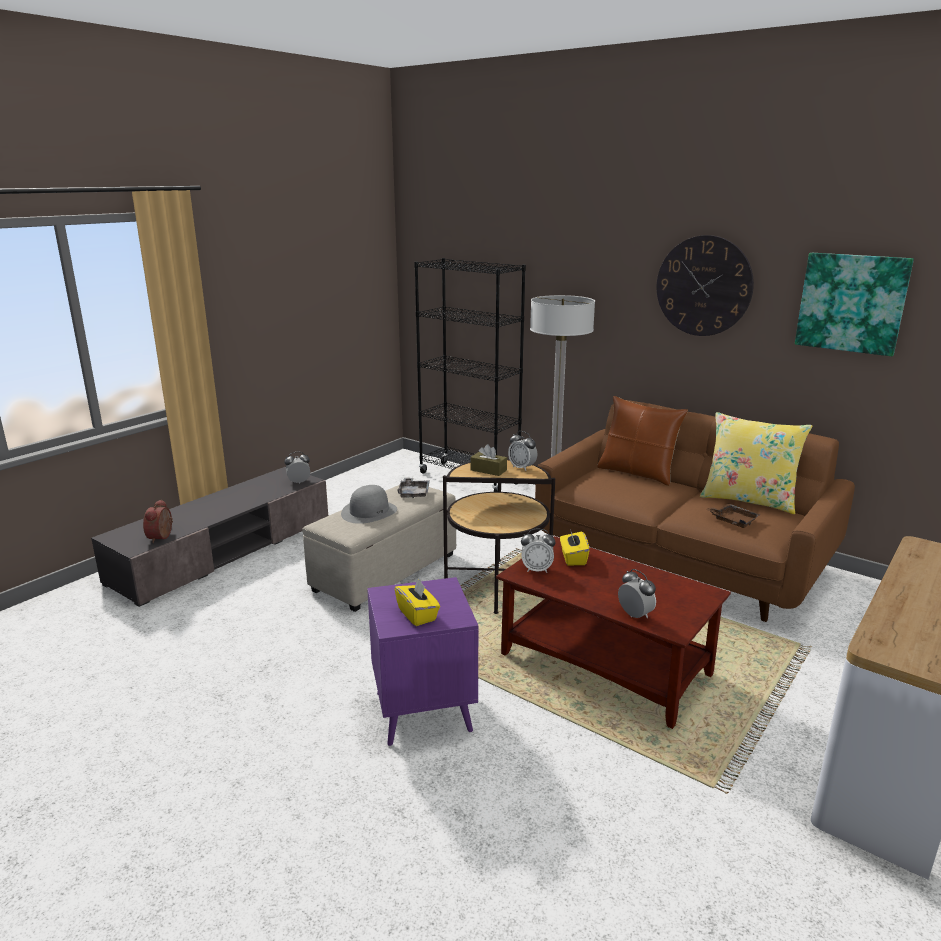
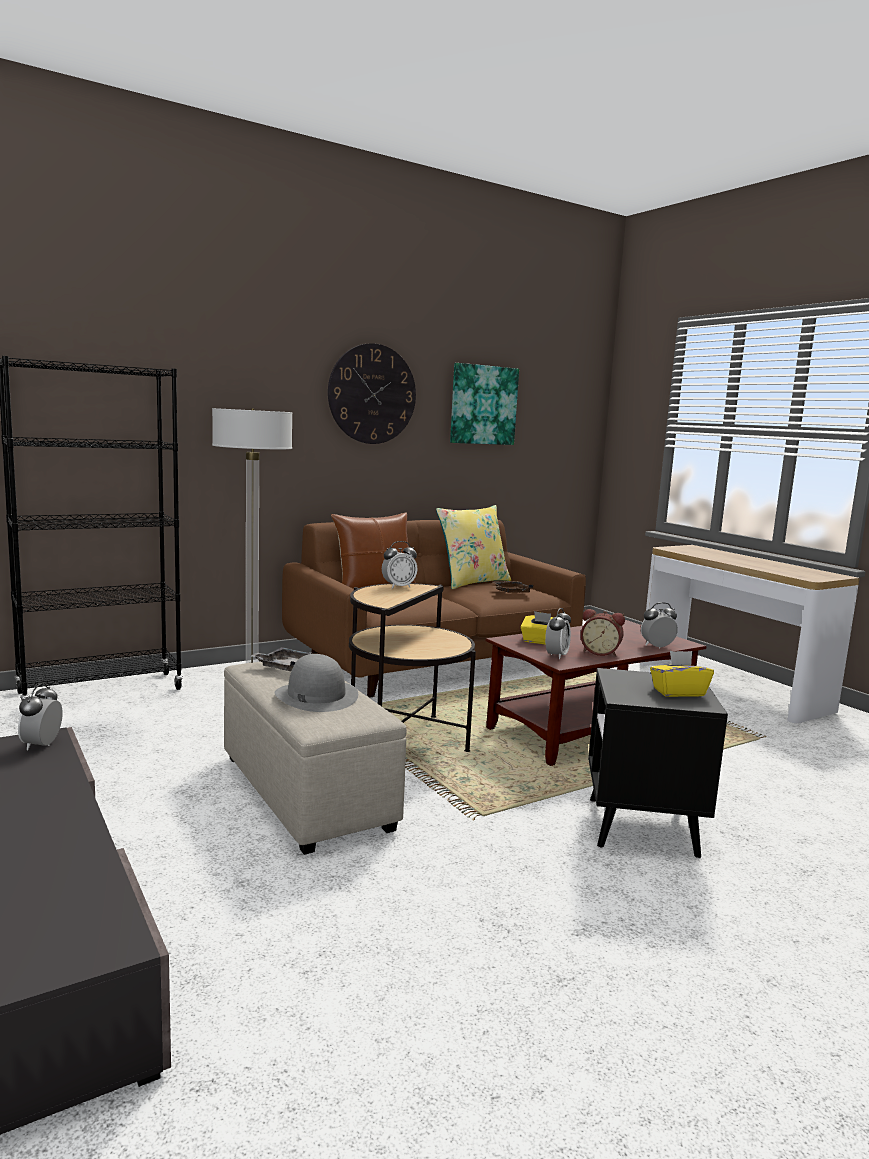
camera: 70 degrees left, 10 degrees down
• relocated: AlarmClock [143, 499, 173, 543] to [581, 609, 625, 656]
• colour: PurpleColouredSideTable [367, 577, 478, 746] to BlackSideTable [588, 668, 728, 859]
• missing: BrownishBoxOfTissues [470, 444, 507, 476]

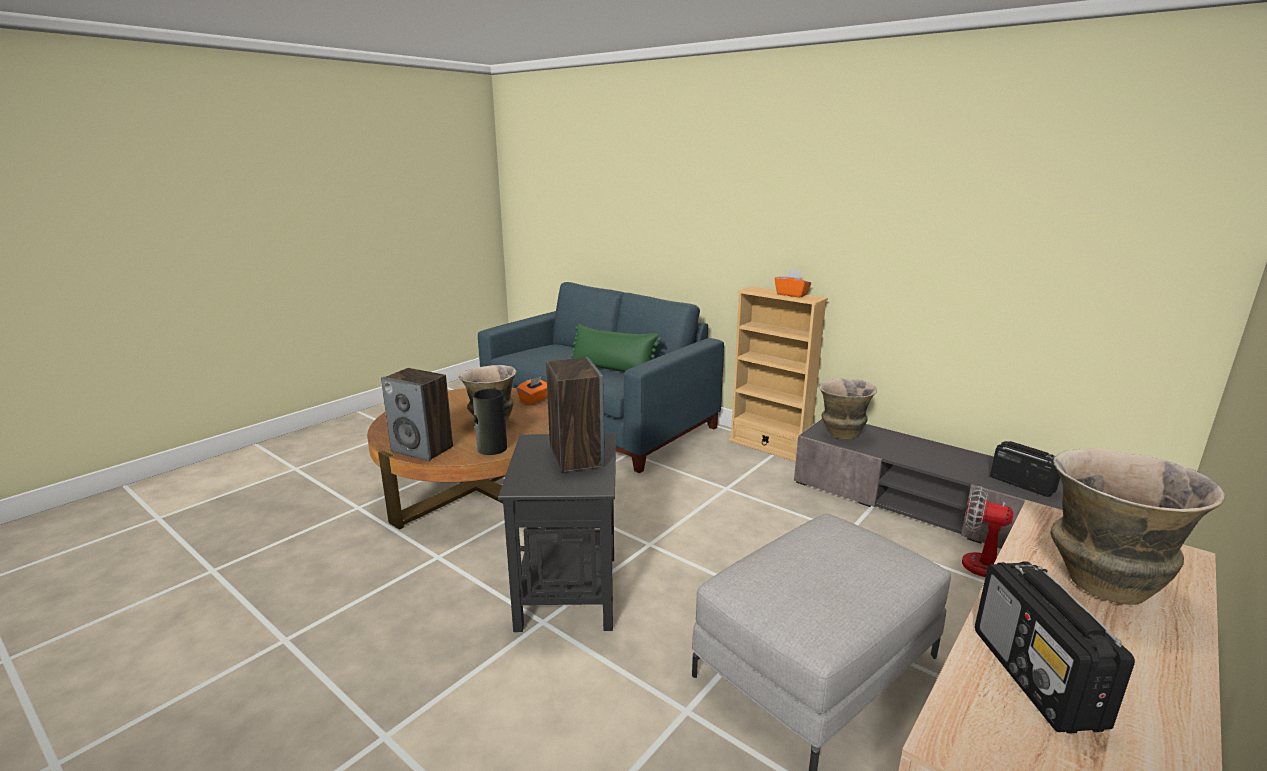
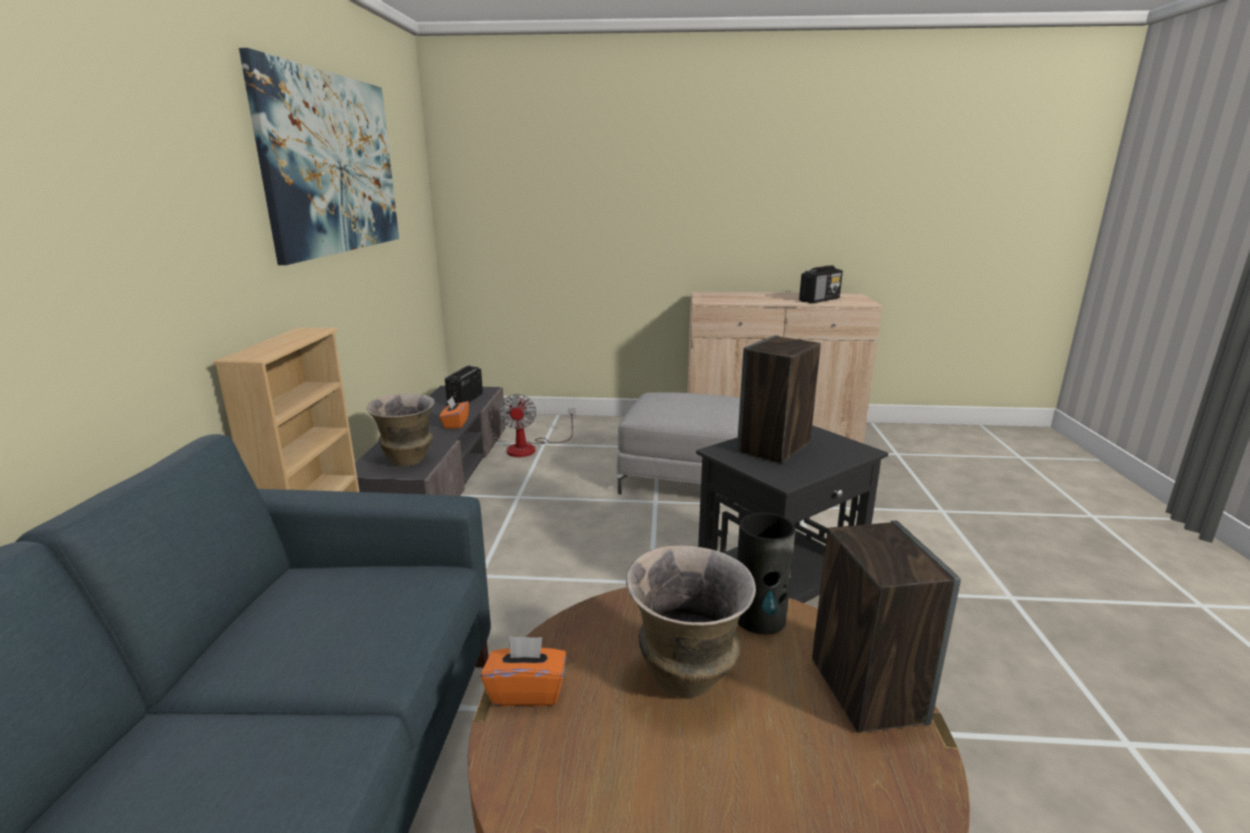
camera: 125 degrees left, 0 degrees up
• appeared: WallPicture [239, 48, 399, 265]
• relocated: OrangeBoxOfTissues [775, 269, 811, 297] to [439, 396, 469, 429]
• missing: GreenColouredThrowPillow [571, 324, 661, 372]
• missing: Vase [1051, 448, 1225, 605]

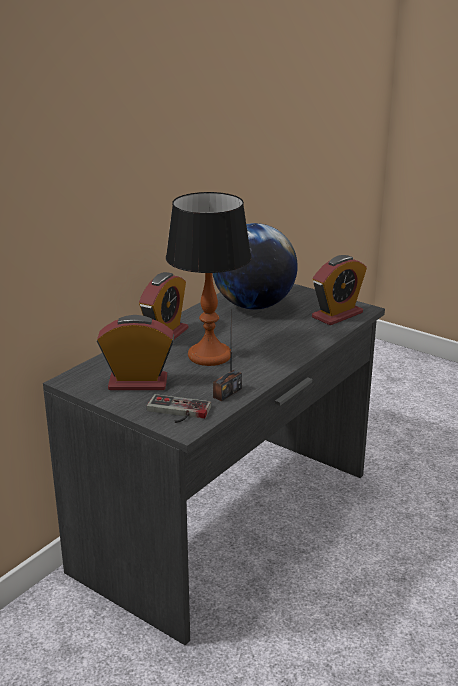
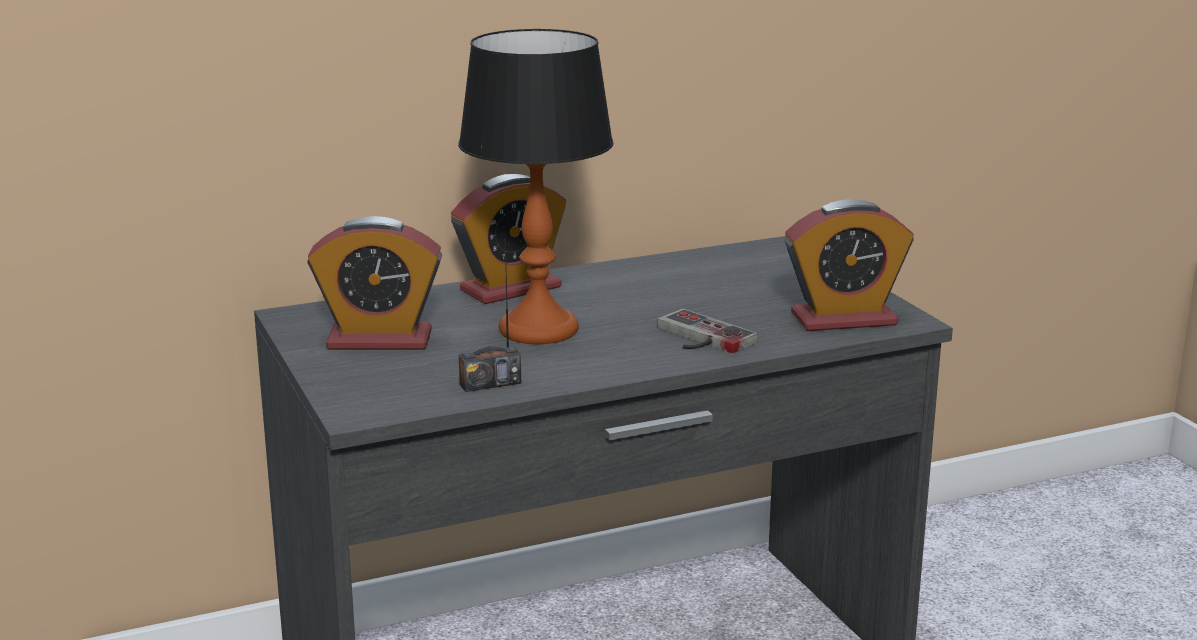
camera: 30 degrees right, 5 degrees down
• spun: AlarmClock [97, 315, 174, 390] = [307, 216, 442, 350] 150 degrees clockwise
• relocated: GameController [147, 394, 211, 423] to [657, 309, 758, 353]
• missing: Globe [213, 223, 298, 310]

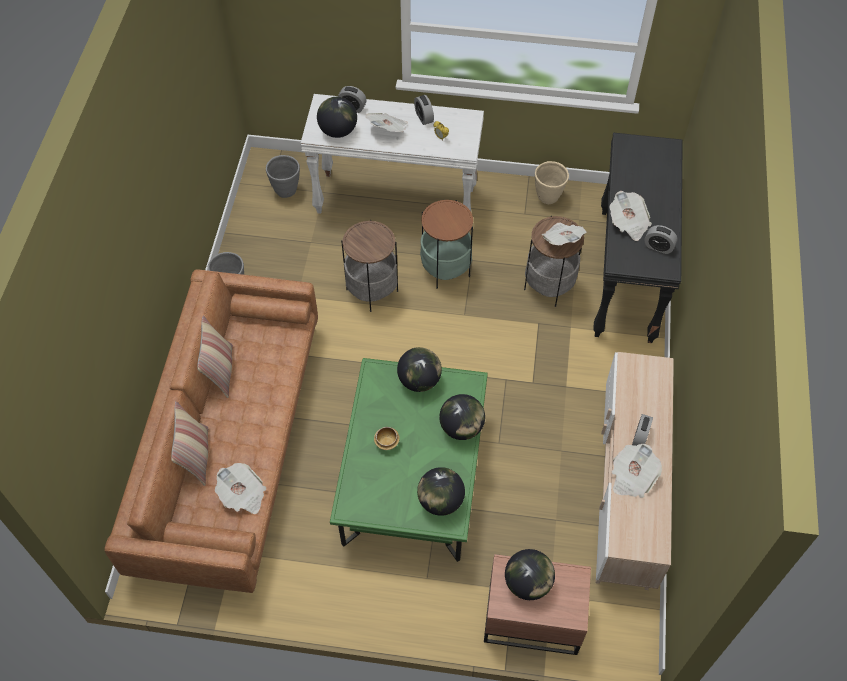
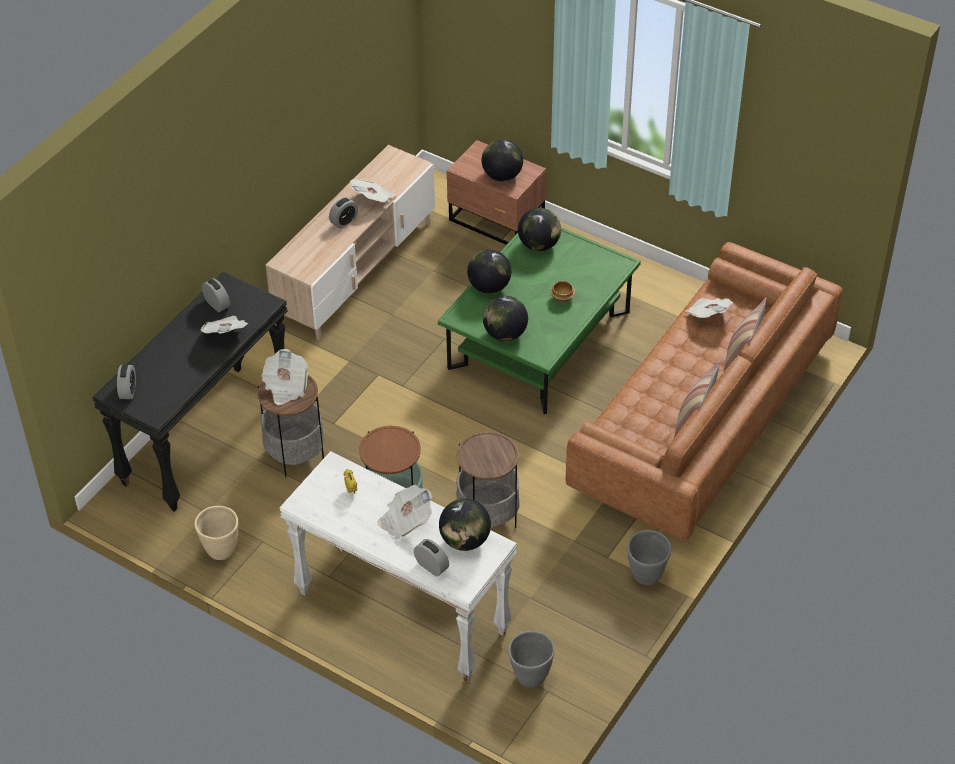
camera: 155 degrees left, 10 degrees down
• relocated: AlarmClock [414, 95, 434, 125] to [117, 365, 136, 399]

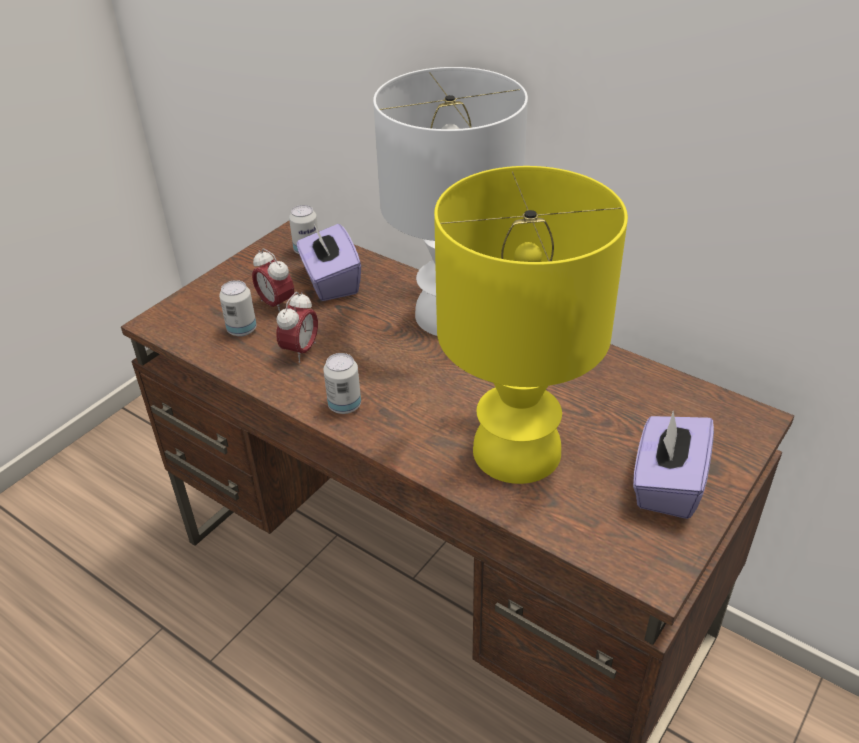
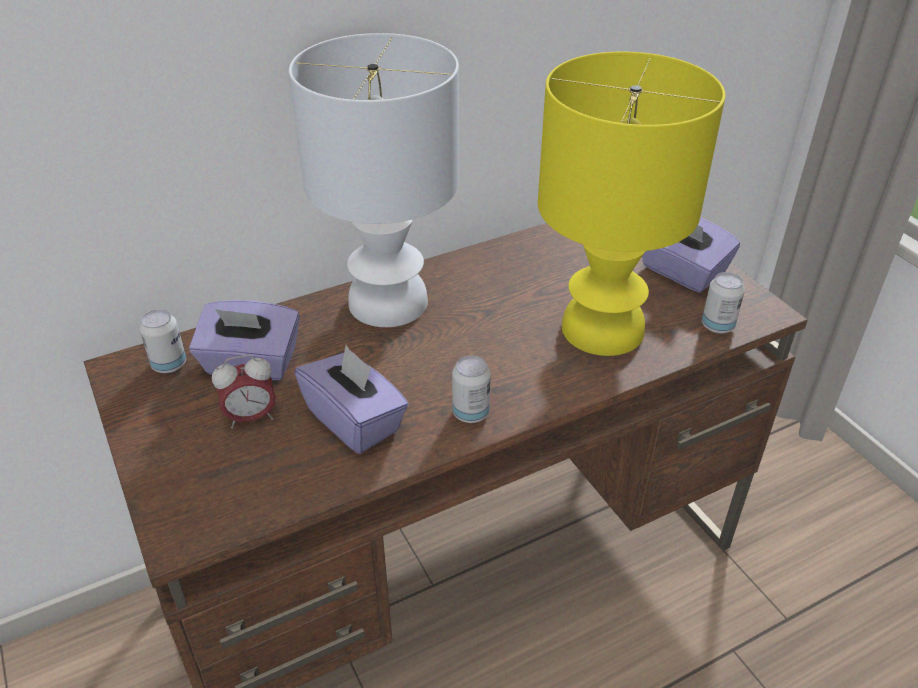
camera: 65 degrees left, 0 degrees up
• exchanged: AlarmClock [276, 292, 318, 363] to PurpleColouredBoxOfTissues [295, 345, 409, 454]
• relocated: SealedCan [219, 280, 257, 337] to [702, 272, 745, 334]

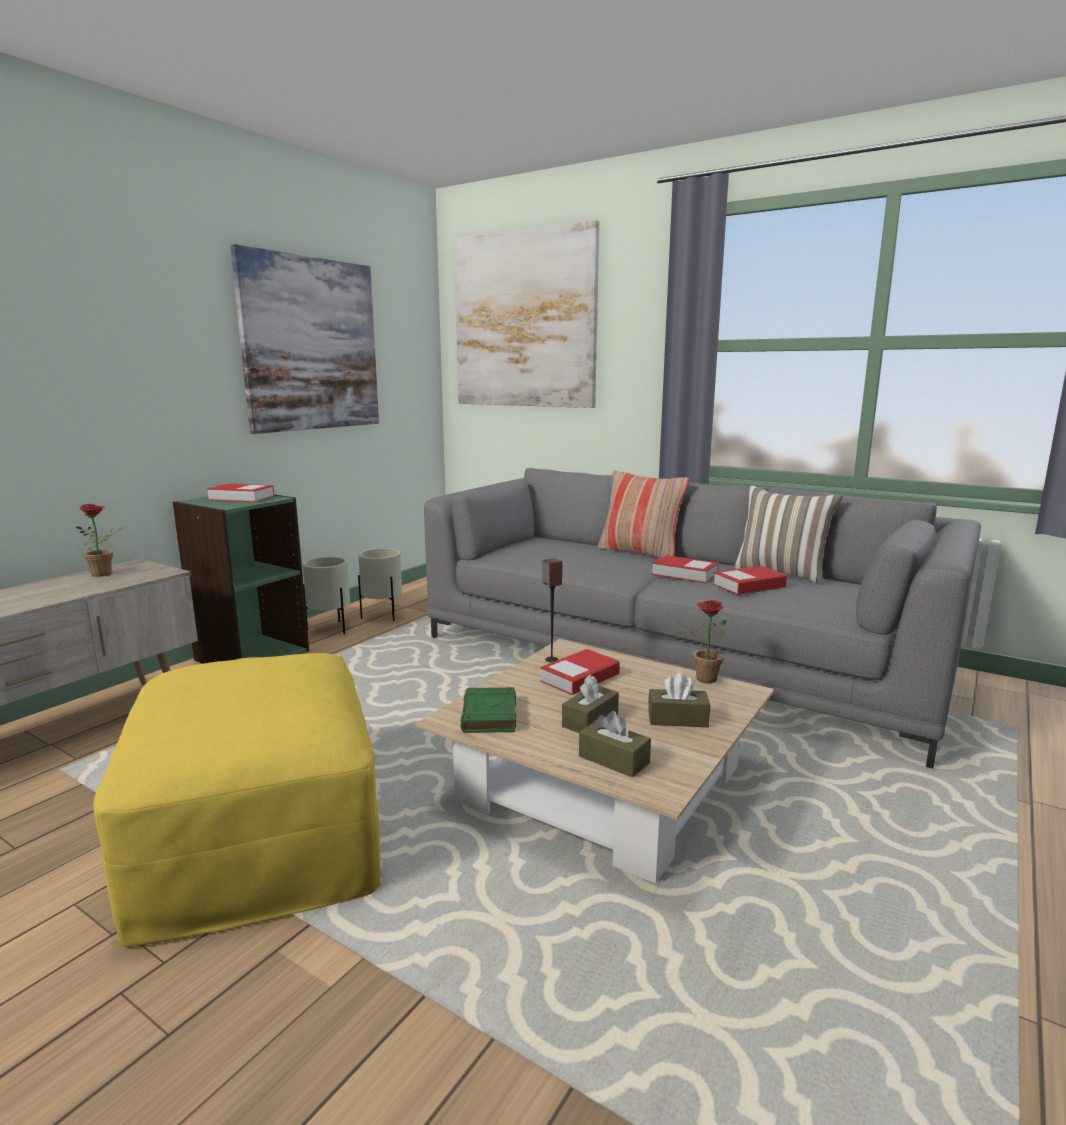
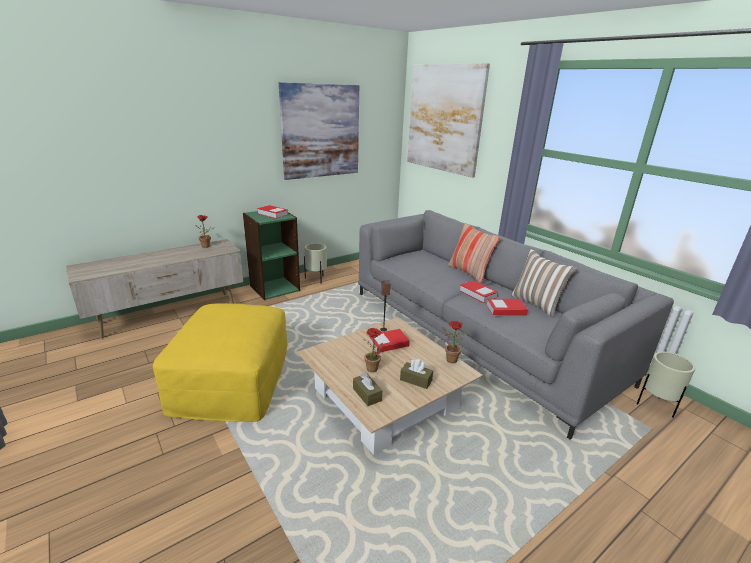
camera: 20 degrees right, 10 degrees up
• exchanged: BrownishBoxOfTissues [562, 675, 619, 733] to PottedPlant [363, 328, 383, 372]
• relocated: BeigeFlowerPot [358, 548, 402, 622] to [637, 352, 695, 418]
• missing: GreenColouredBoundBook [461, 687, 516, 733]

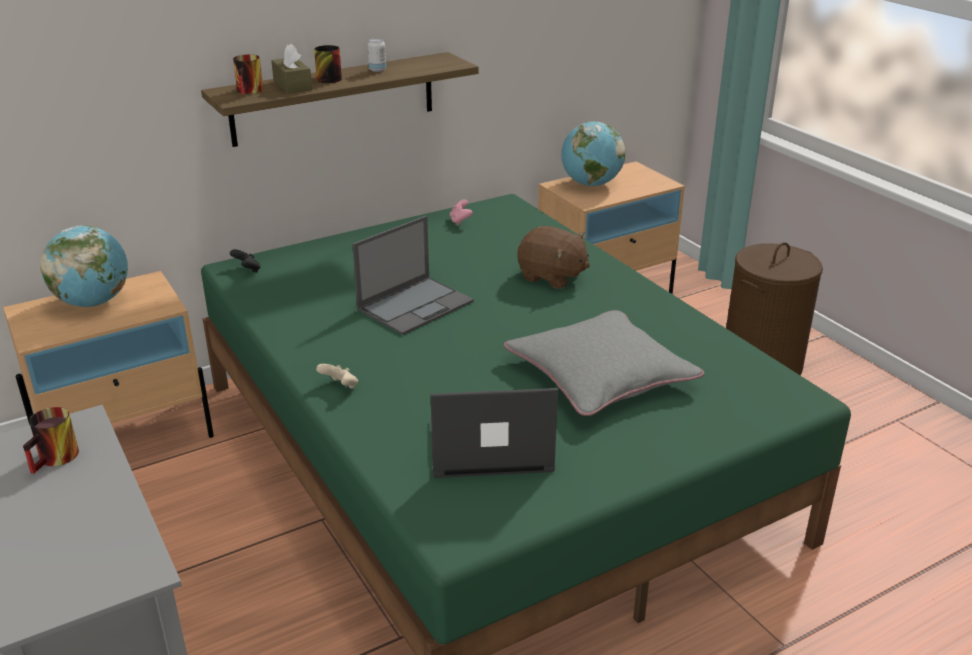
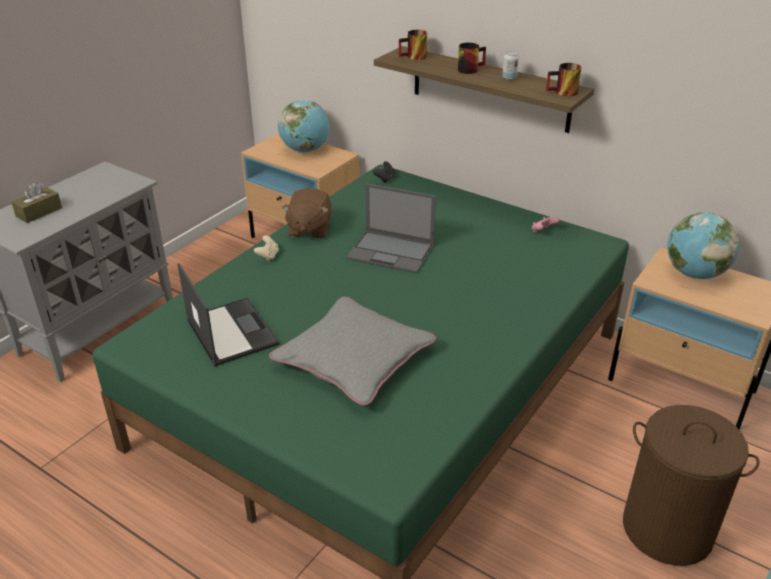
camera: 65 degrees right, 5 degrees up
• relocated: BrownishBoxOfTissues [271, 43, 312, 93] to [11, 182, 62, 223]
• relocated: BrownishCuddlyToy [517, 226, 590, 289] to [282, 188, 332, 239]
• relocated: CoffeeMug [23, 407, 79, 474] to [546, 63, 582, 96]

